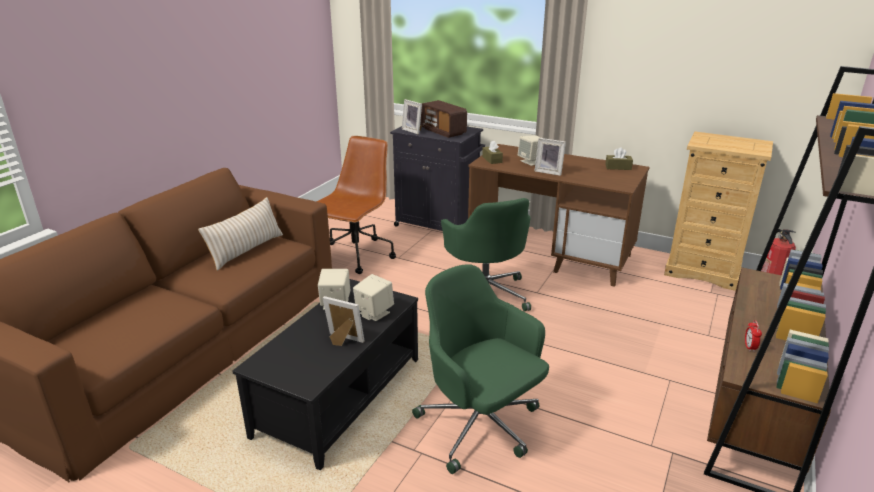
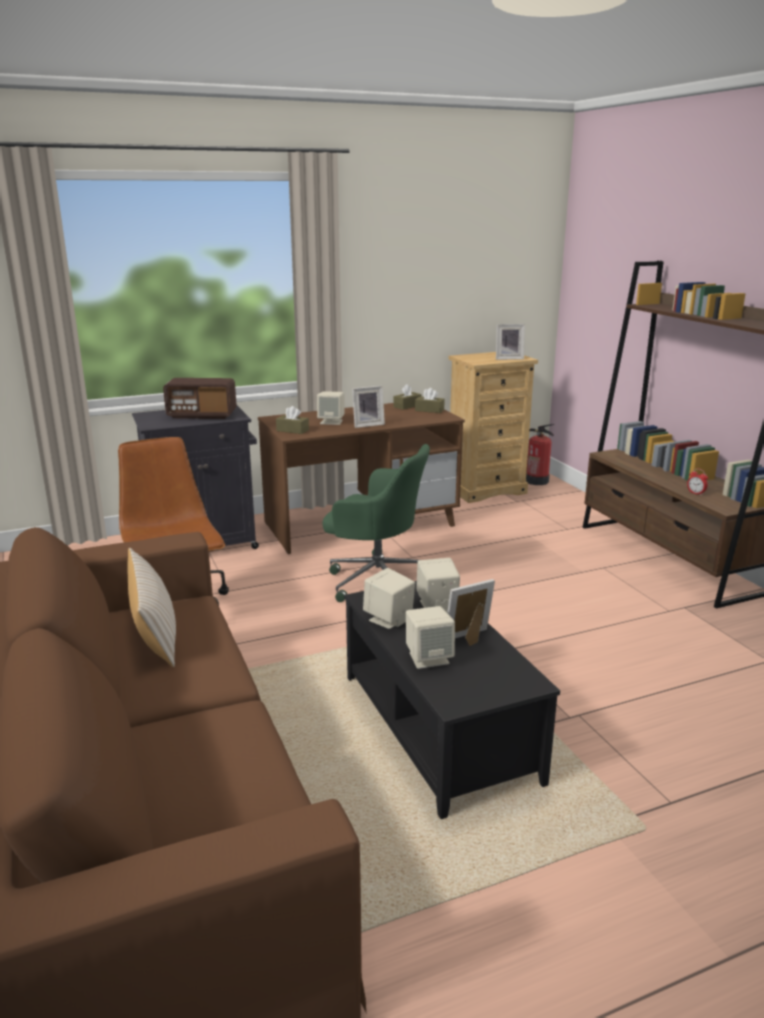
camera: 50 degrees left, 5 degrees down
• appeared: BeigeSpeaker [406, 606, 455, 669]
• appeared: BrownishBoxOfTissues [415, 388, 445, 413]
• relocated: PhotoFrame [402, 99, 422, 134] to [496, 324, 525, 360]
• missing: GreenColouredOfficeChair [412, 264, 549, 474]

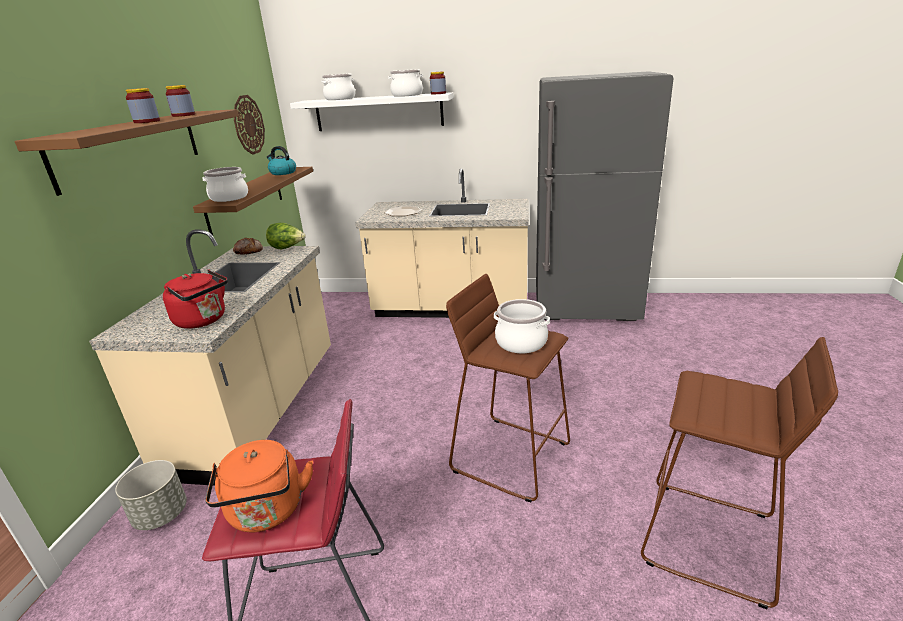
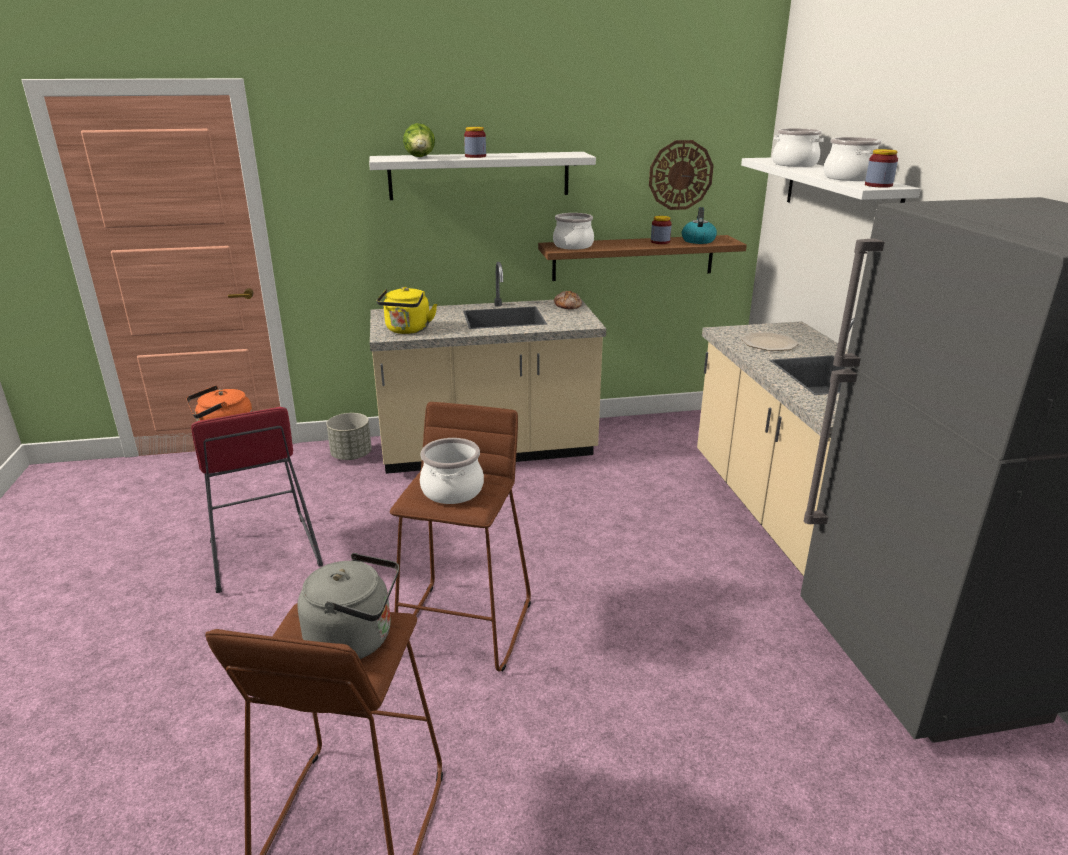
camera: 70 degrees right, 0 degrees up
• appeared: GreyWaterKettle [297, 553, 399, 659]
• colour: BrownishShelf [14, 109, 239, 196] to WhiteShelf [369, 152, 596, 200]
• colour: RedWaterKettle [163, 269, 228, 329] to YellowColouredWaterKettle [377, 287, 437, 334]
• relocated: LettuceHead [266, 223, 306, 249] to [403, 123, 435, 157]
• relocated: Jar [166, 85, 195, 117] to [651, 216, 672, 244]

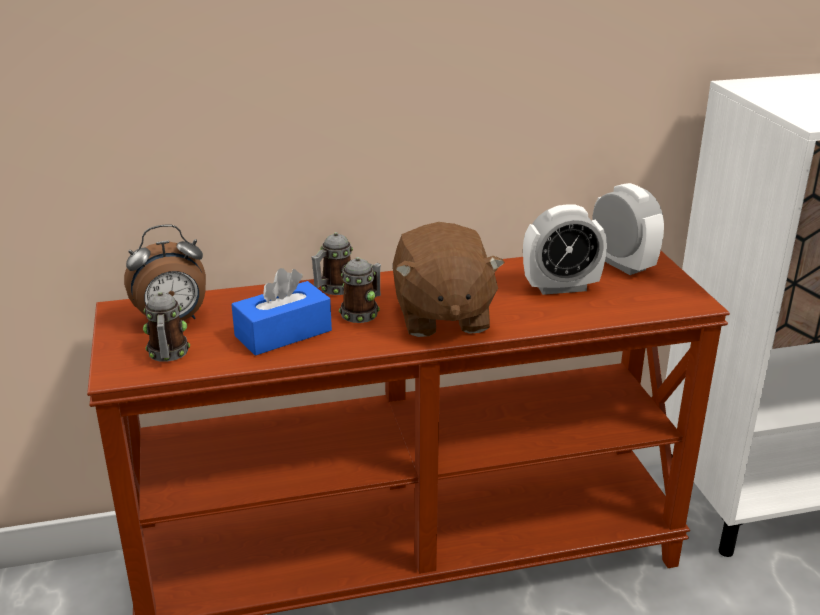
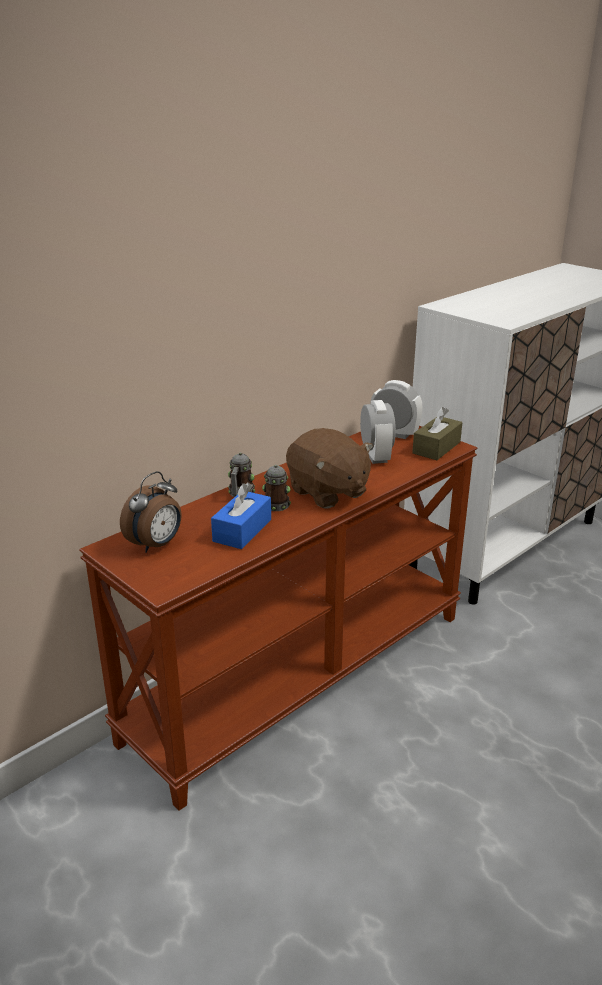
camera: 30 degrees left, 0 degrees up
• spun: AlarmClock [523, 204, 607, 295] = [360, 400, 396, 464] 60 degrees counterclockwise
• appeared: BrownishBoxOfTissues [412, 407, 462, 460]
• missing: CoffeeMug [143, 291, 190, 362]

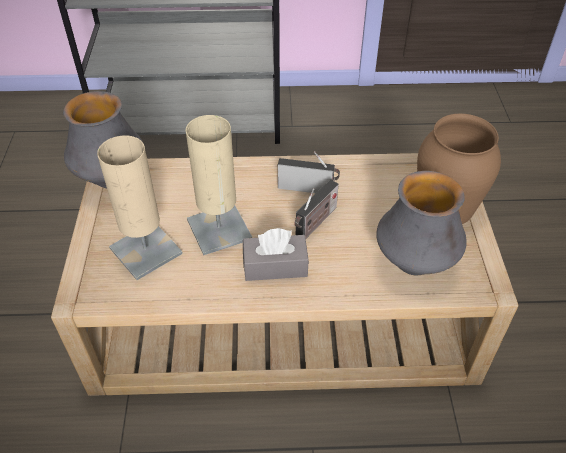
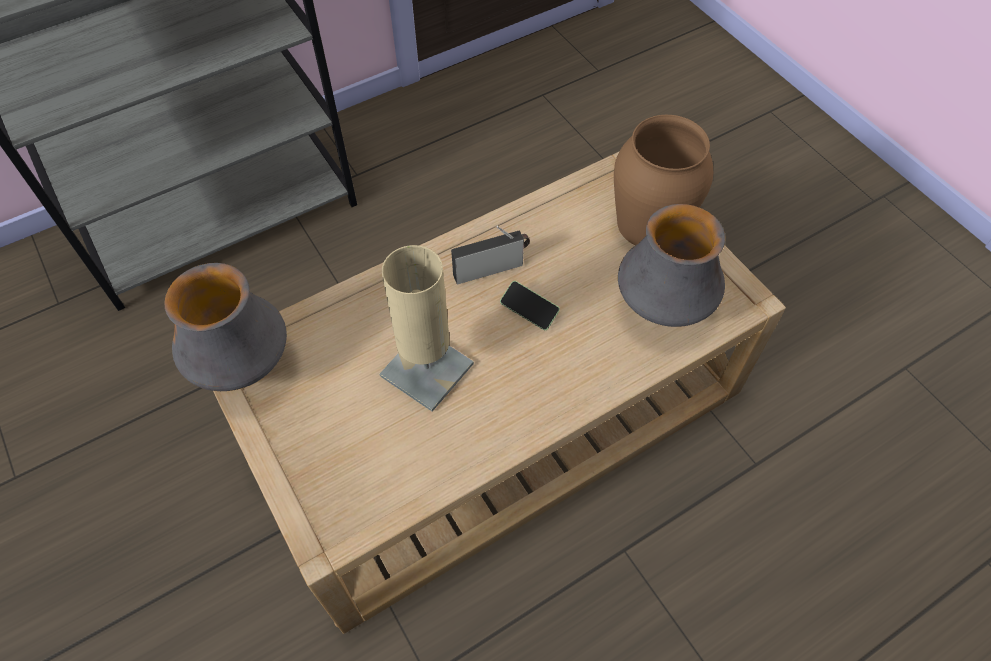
camera: 30 degrees left, 10 degrees up
• exchanged: RadioSet [294, 180, 339, 238] to Phone [500, 281, 560, 330]
• missing: BeigeLampForATable [97, 135, 183, 280]
• missing: GreyBoxOfTissues [243, 228, 309, 281]

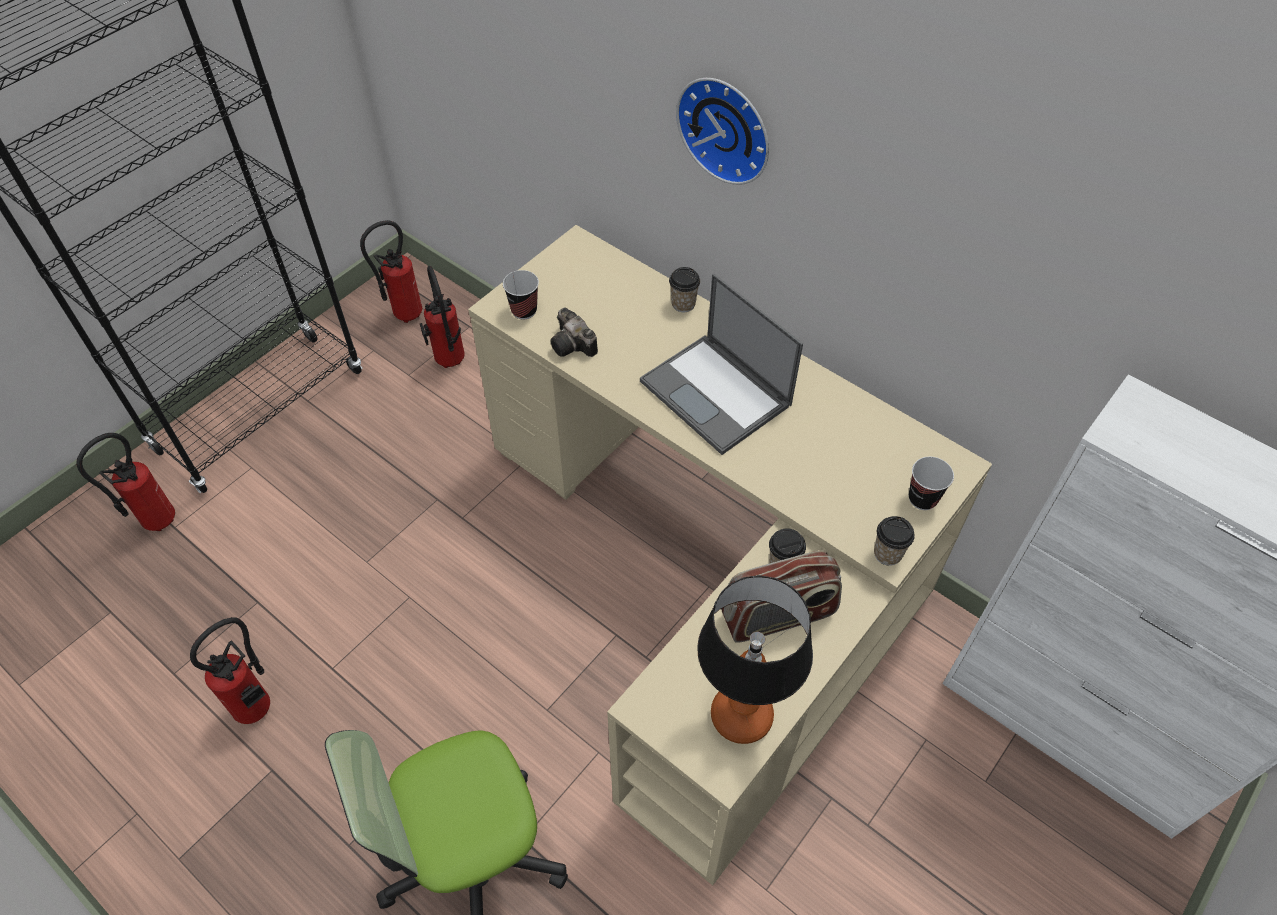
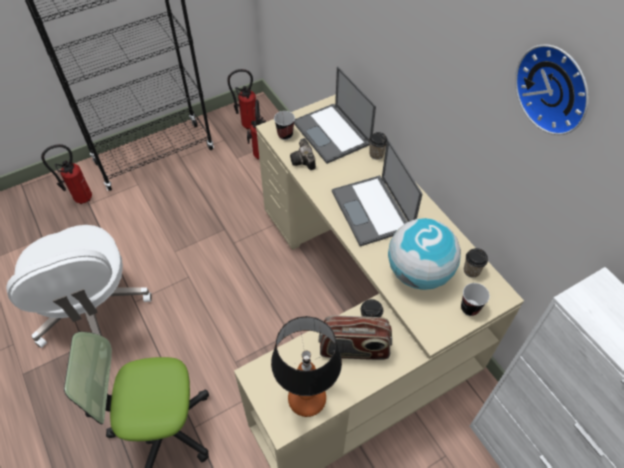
camera: 20 degrees right, 0 degrees up
• exchanged: FireFightingCylinder [190, 617, 270, 724] to WhiteOfficeChair [6, 225, 152, 348]
• appeared: NotebookComputer [294, 66, 376, 164]
• appeared: Globe [388, 218, 461, 290]
• relocated: DrinkingCup [874, 516, 915, 566] to [464, 248, 488, 278]
• relocated: WallClock [676, 78, 769, 185] to [515, 44, 589, 135]

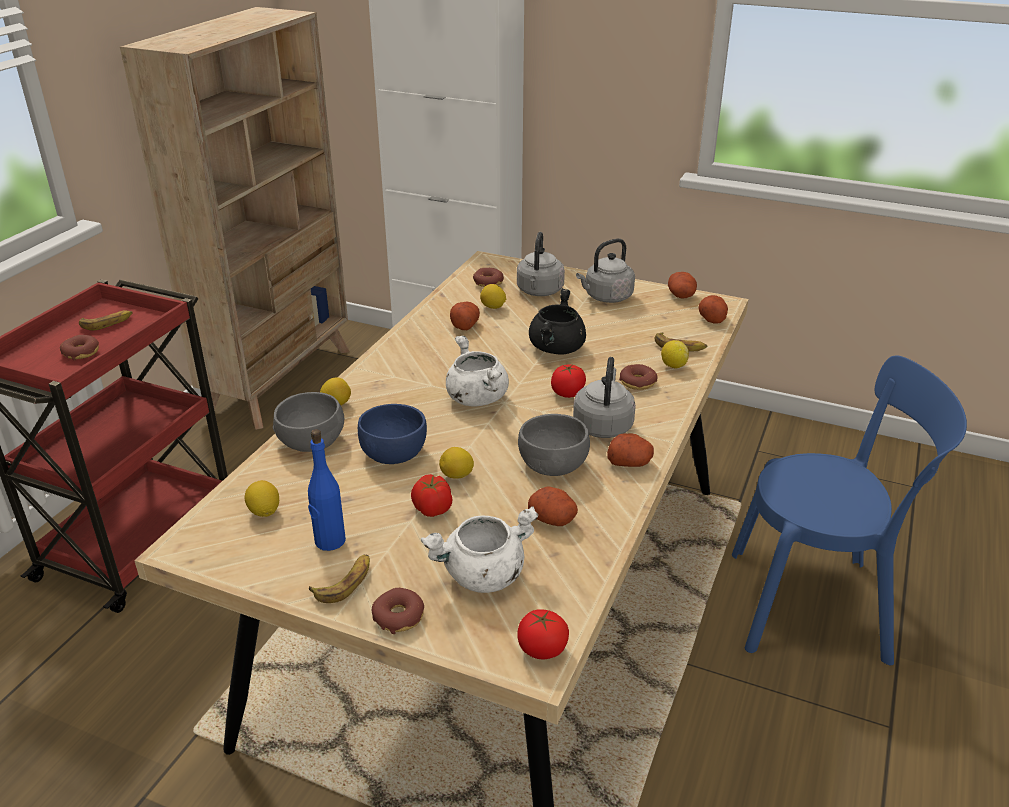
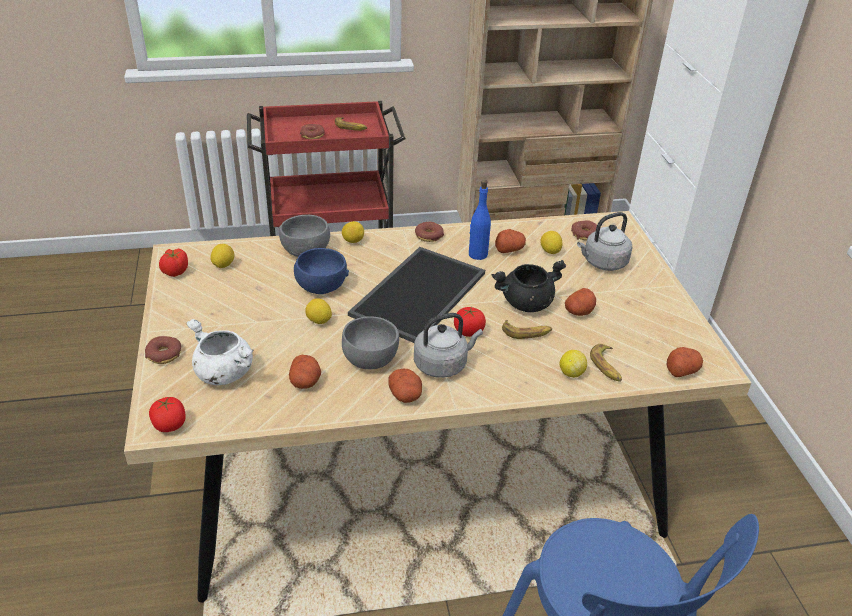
camera: 55 degrees right, 5 degrees up
• relocated: Tomato [411, 474, 452, 517] to [159, 249, 188, 277]
• exchanged: WhiteCookingPot [446, 336, 509, 406] to Tray [348, 247, 485, 343]
• relocated: RingDoughnut [619, 364, 657, 390] to [415, 222, 444, 242]
• relocated: BlueDrinkBottle [308, 429, 346, 551] to [469, 180, 491, 260]
• relocated: Banana [309, 555, 370, 603] to [502, 320, 552, 339]
• relocated: Spud [668, 272, 697, 298] to [565, 288, 596, 316]
• missing: GreyWaterKettle [576, 238, 635, 303]

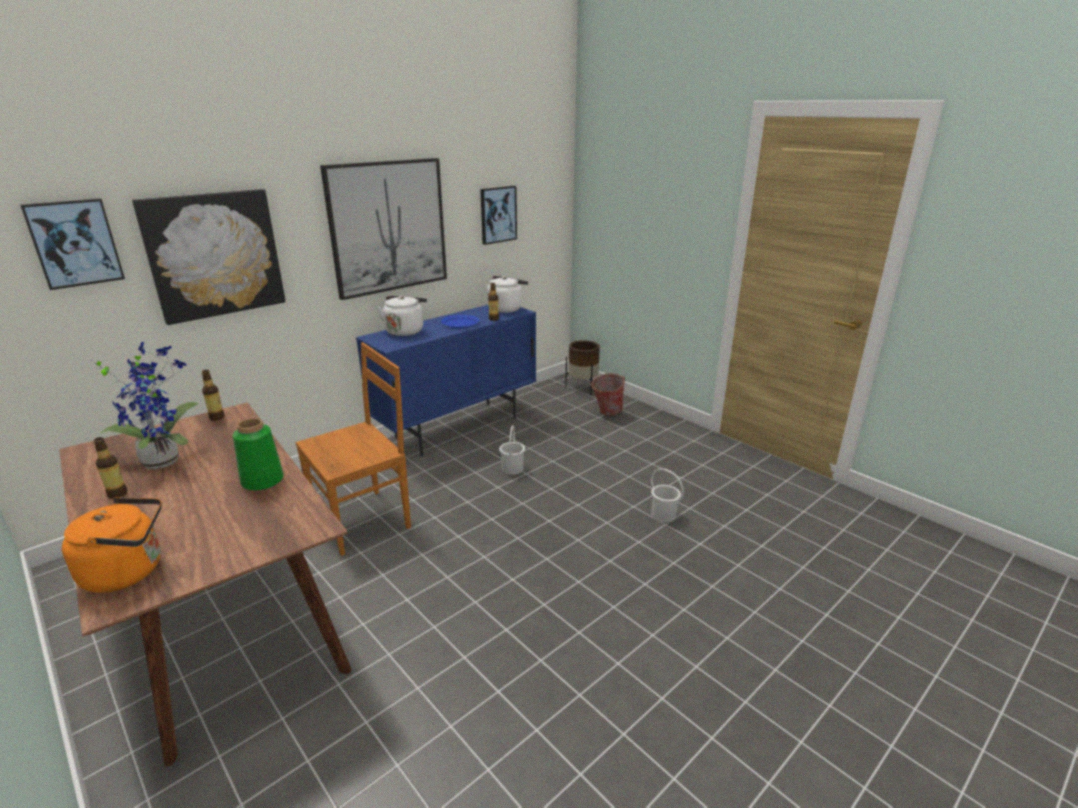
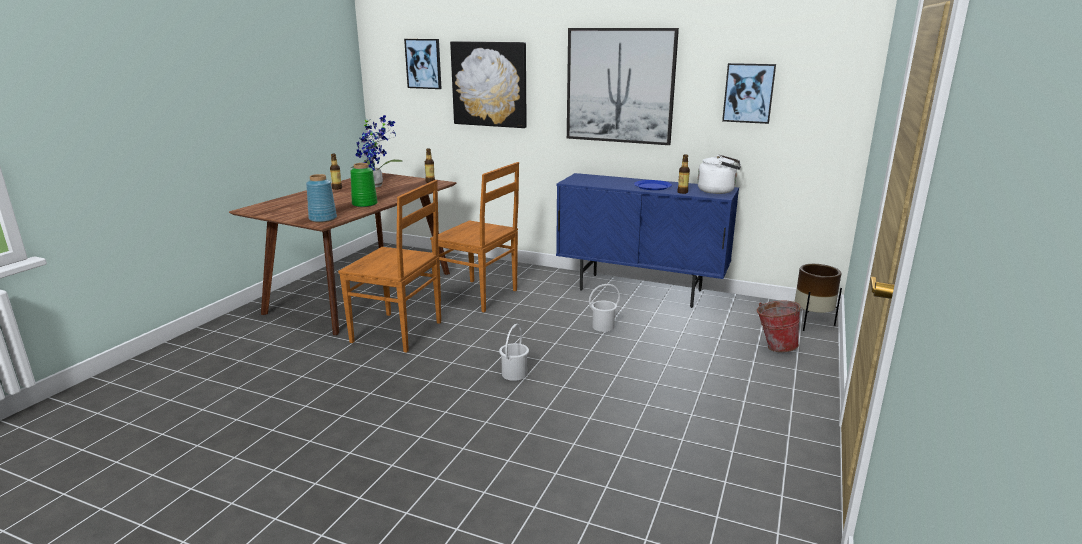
camera: 65 degrees right, 5 degrees down
• appeared: BlueVase [306, 174, 337, 223]
• appeared: BrownishUprightChair [338, 180, 441, 353]
• relocated: WhiteWaterBucket [651, 468, 684, 522] to [499, 324, 529, 381]
• missing: OrangeWaterKettle [62, 497, 162, 593]
• missing: WhiteWaterKettle [377, 295, 427, 336]

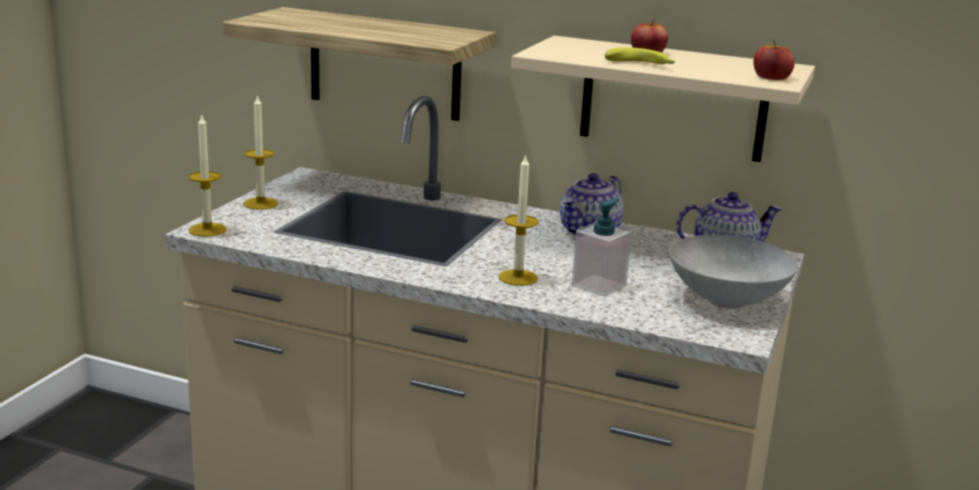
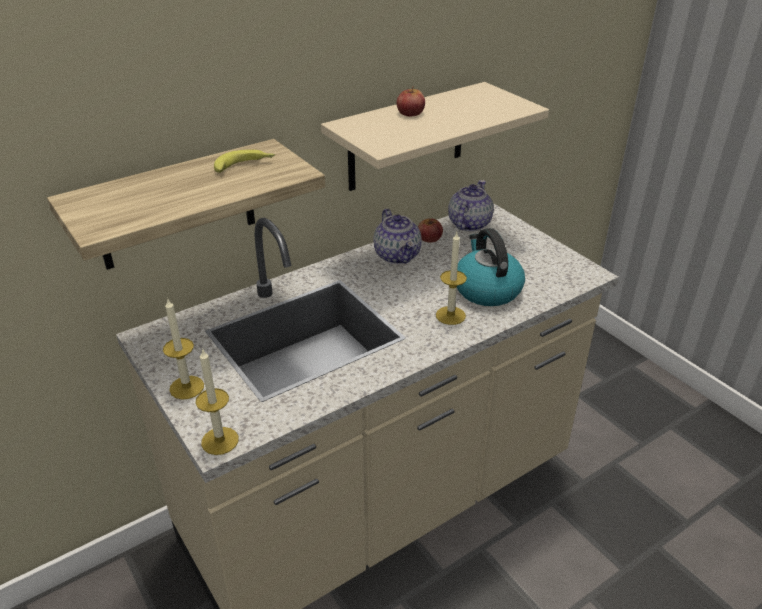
camera: 55 degrees left, 15 degrees up
• relocated: Banana [605, 47, 675, 64] to [214, 149, 275, 173]
• relocated: AppleFruit [754, 39, 795, 80] to [418, 219, 443, 243]
• exchanged: LiquidSoapBottle [572, 198, 632, 297] to WaterKettle [457, 228, 525, 306]
• missing: GreyServingBowl [669, 235, 798, 309]

